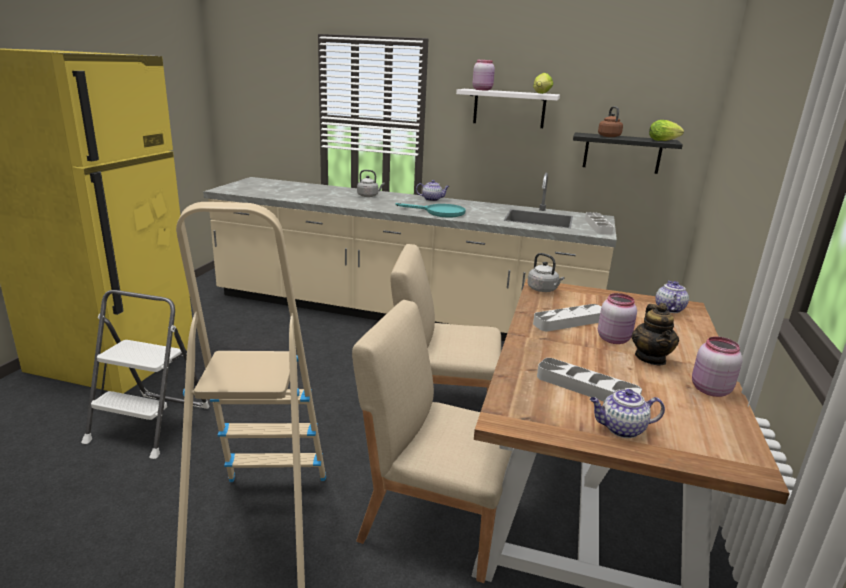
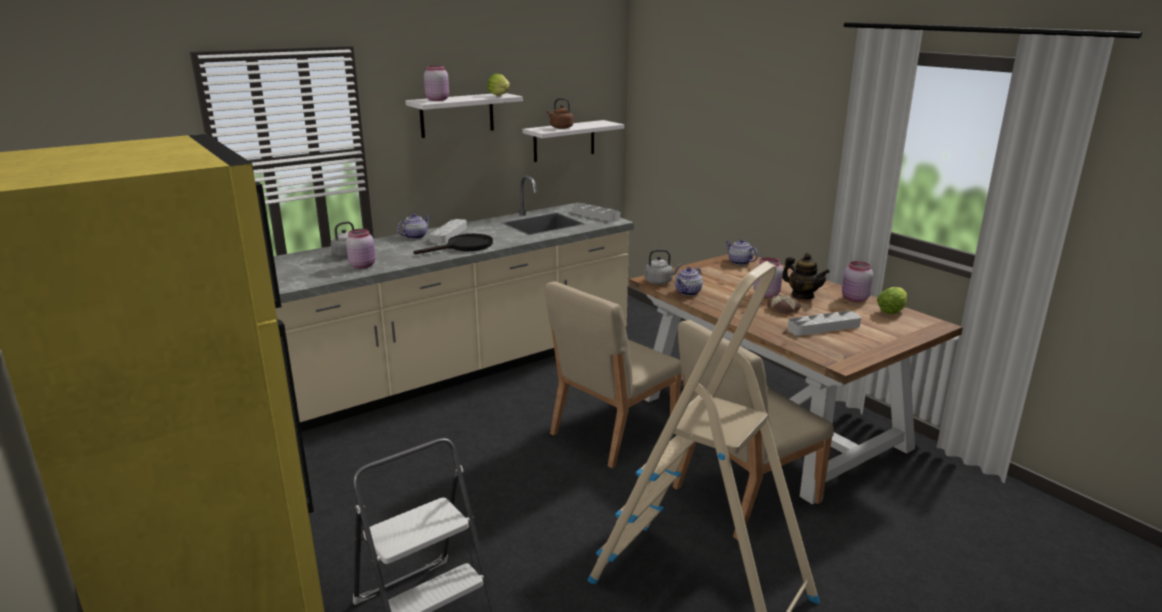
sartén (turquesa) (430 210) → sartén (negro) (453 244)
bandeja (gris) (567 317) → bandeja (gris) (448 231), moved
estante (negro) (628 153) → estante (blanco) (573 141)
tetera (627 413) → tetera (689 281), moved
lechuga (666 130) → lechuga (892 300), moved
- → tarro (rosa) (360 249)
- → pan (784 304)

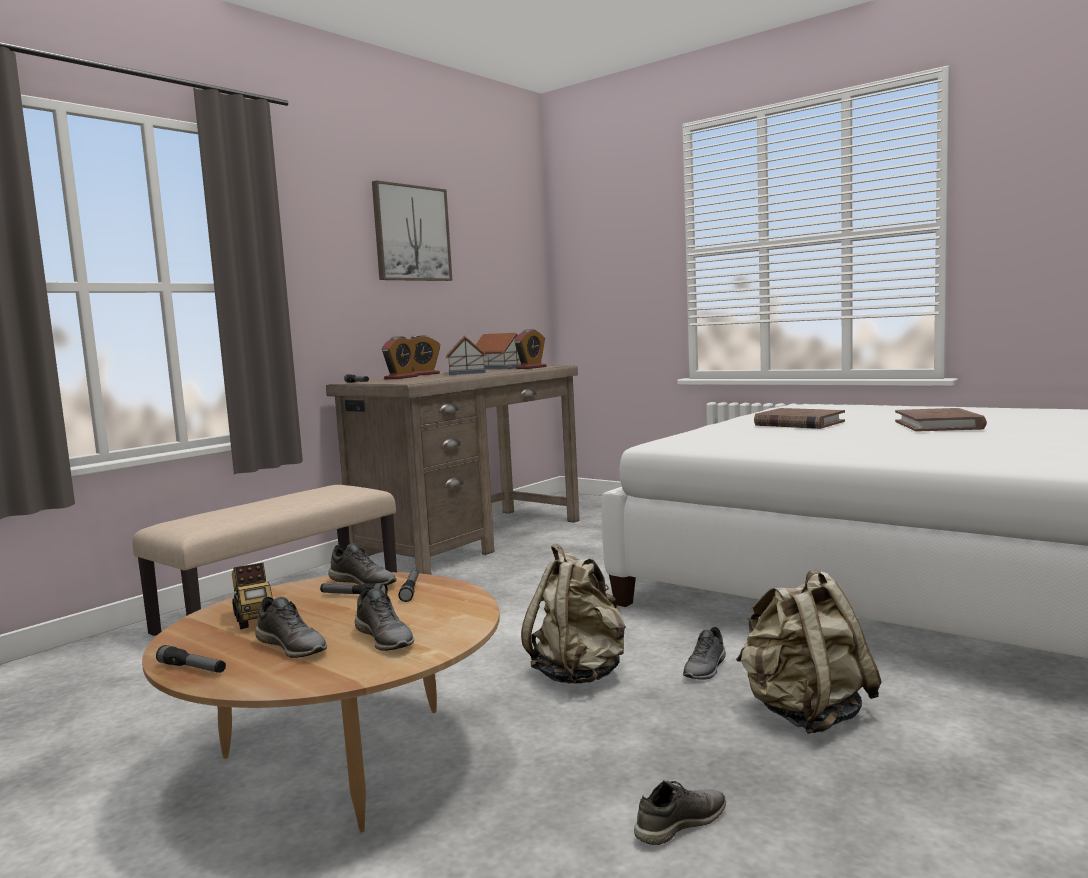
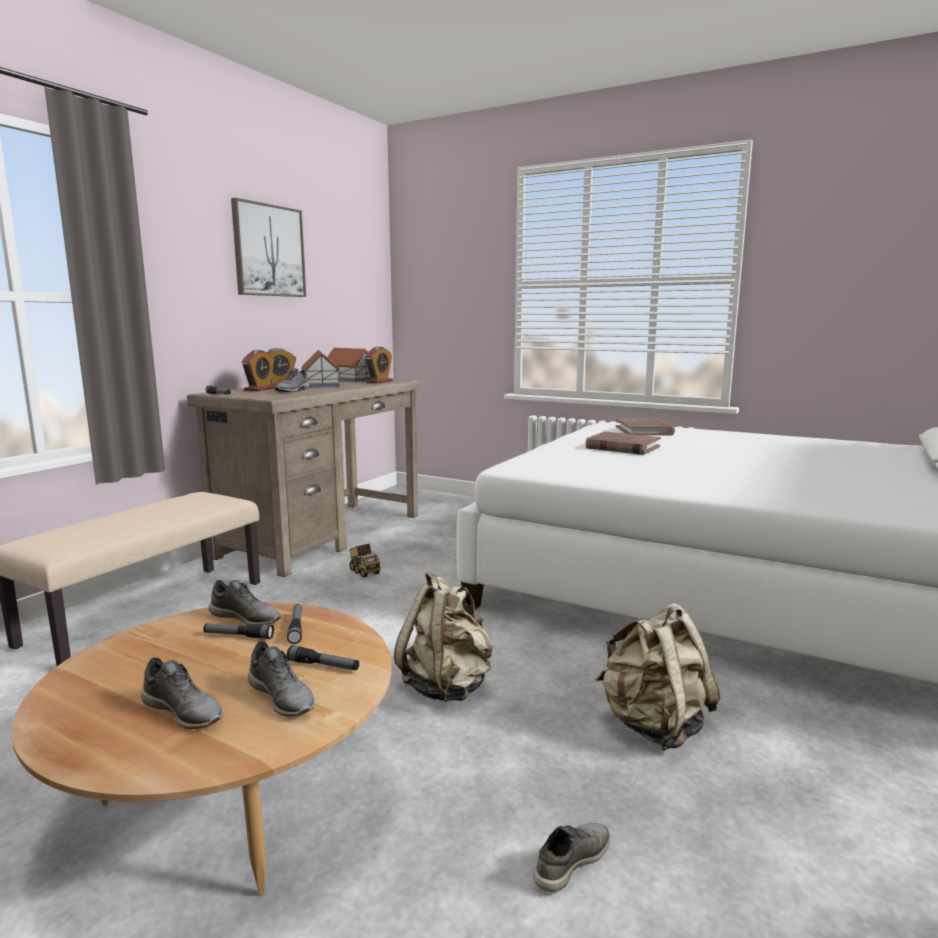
linterna (191 659) → linterna (323 657), moved
camión de juguete (252 596) → camión de juguete (364 560), moved
zapato (gris) (704 653) → zapato (gris) (292 380), moved
libro (marrón) (941 419) → libro (marrón) (645 427), moved

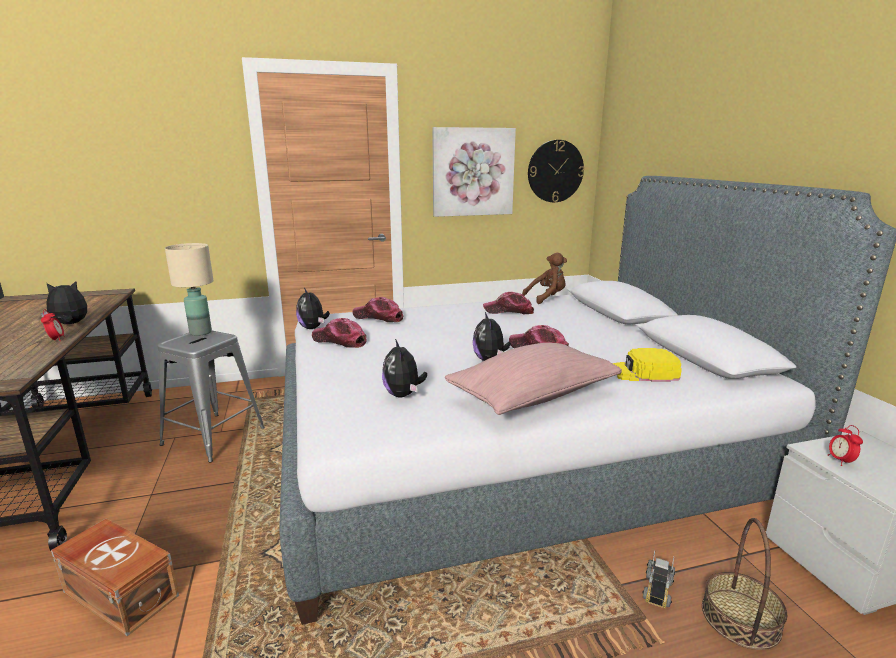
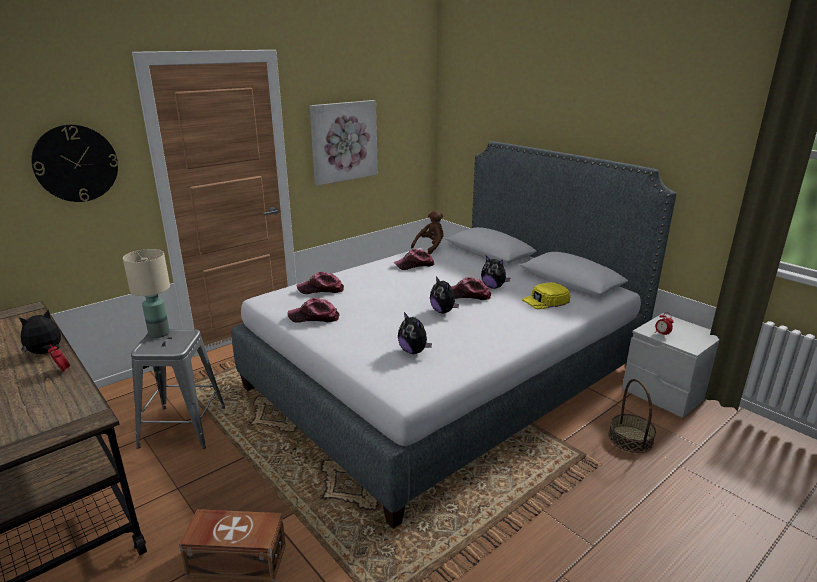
peluche (313 308) → peluche (495 272), moved
cojín (rosa) (533 379) → -
reloj de pared (556 171) → reloj de pared (74 163), moved
camión de juguete (659 579) → -

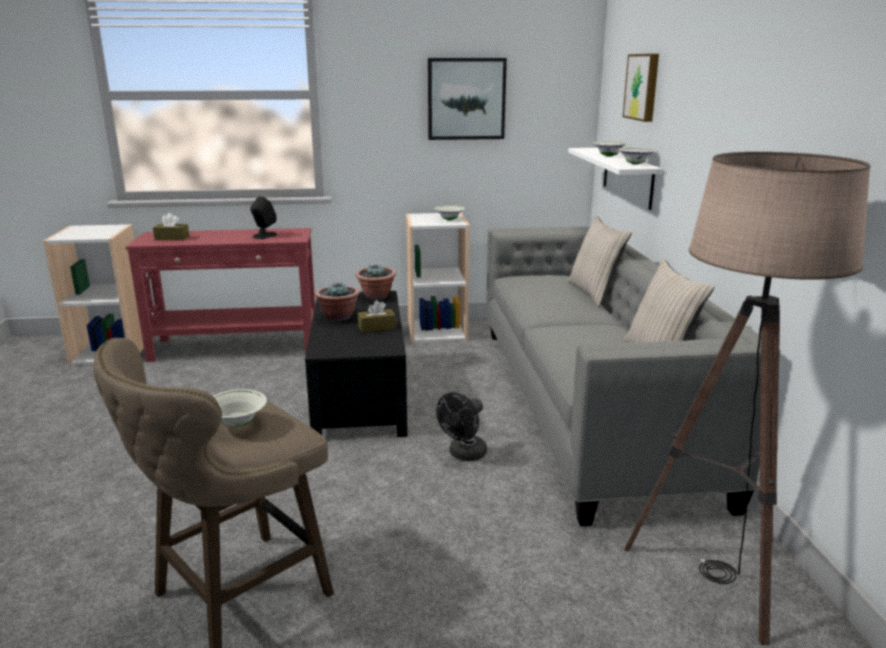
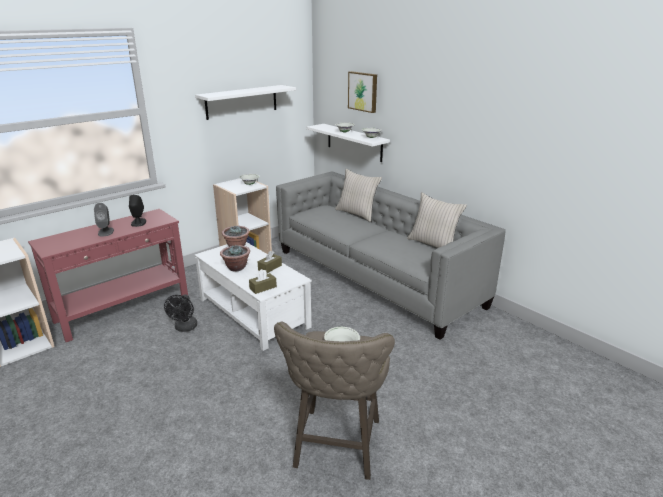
caja de pañuelos (marrón) (171 226) → caja de pañuelos (marrón) (263 281), moved
mesa de centro (negro) (356 364) → mesa de centro (blanco) (253 296)
cuadro (467 99) → estante (blanco) (245 102)
ventilador (negro) (461 426) → ventilador (negro) (180 313), moved
lámpara de pie (747 398) → -
- → altavoz (gris) (104 219)

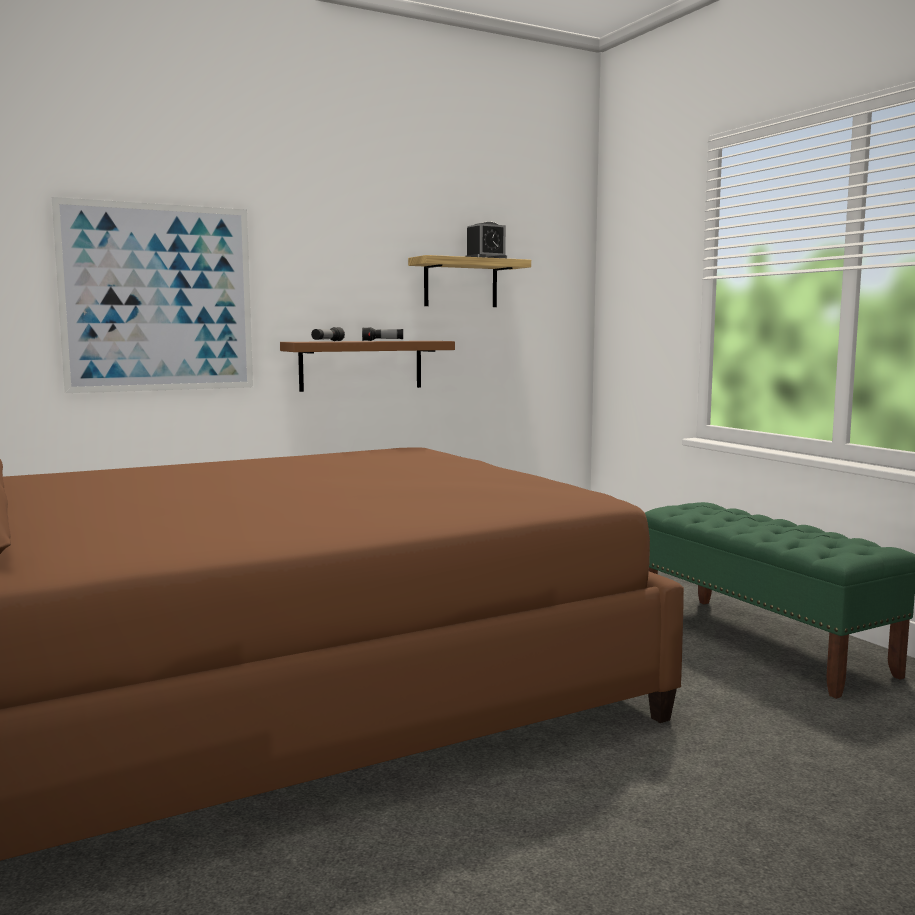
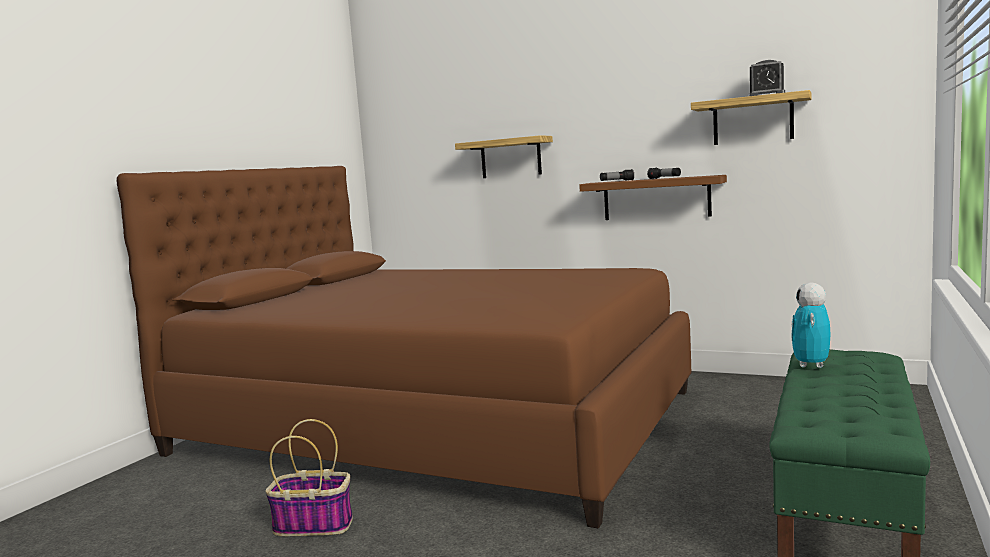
cuadro (152 295) → estante (504 156)
- → cesta (309 477)
- → robot de juguete (810 325)

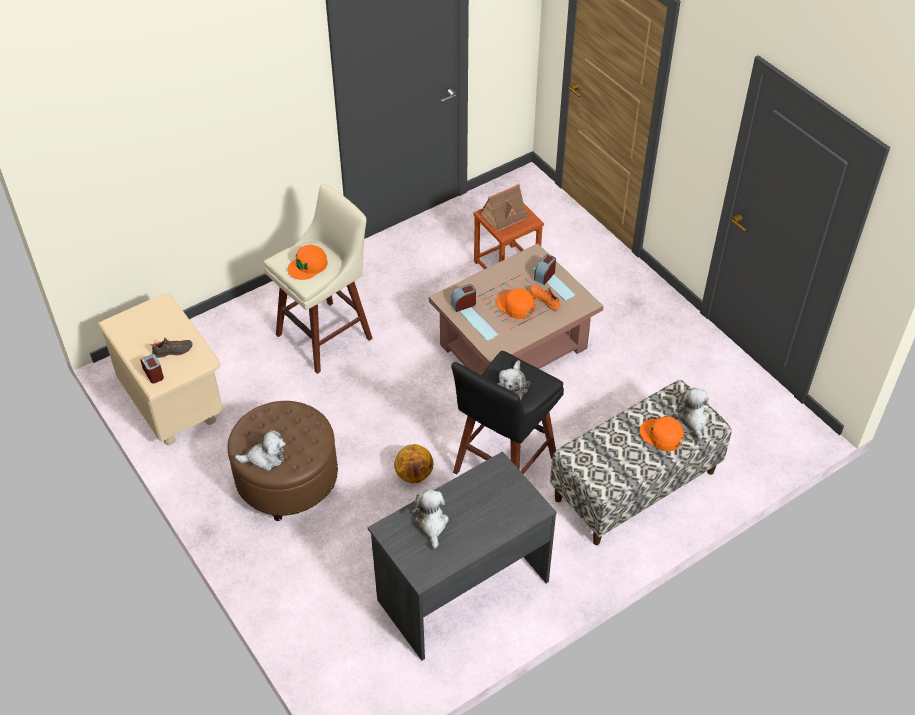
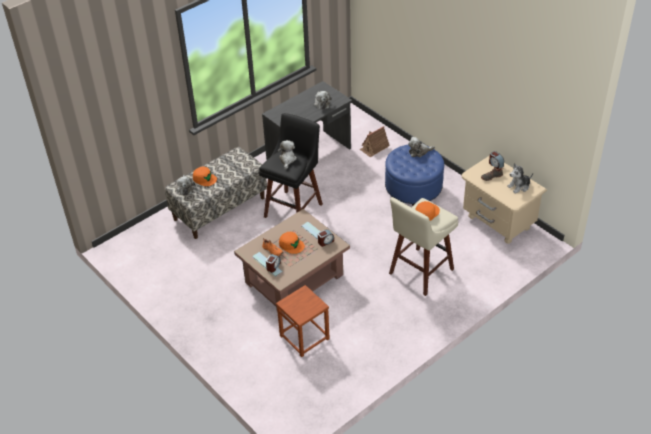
puf (marrón) (283 461) → puf (azul) (414 175)
balón de baloncesto (413 464) → -
casita (505 208) → casita (375 141), moved
- → peluche (520 178)

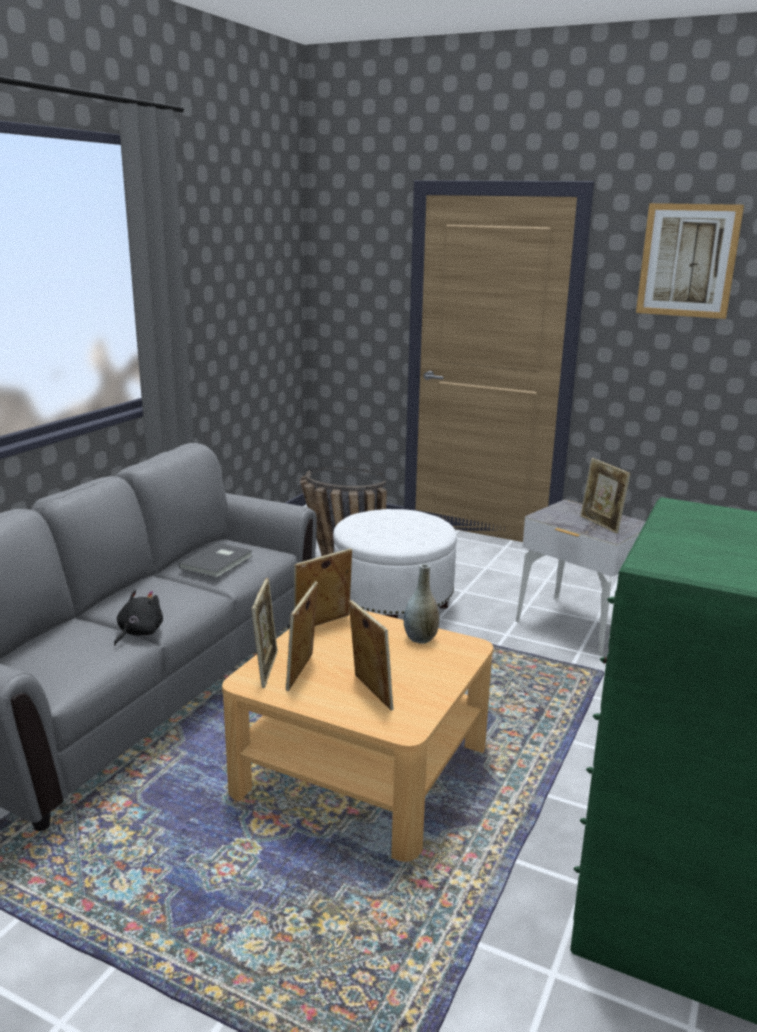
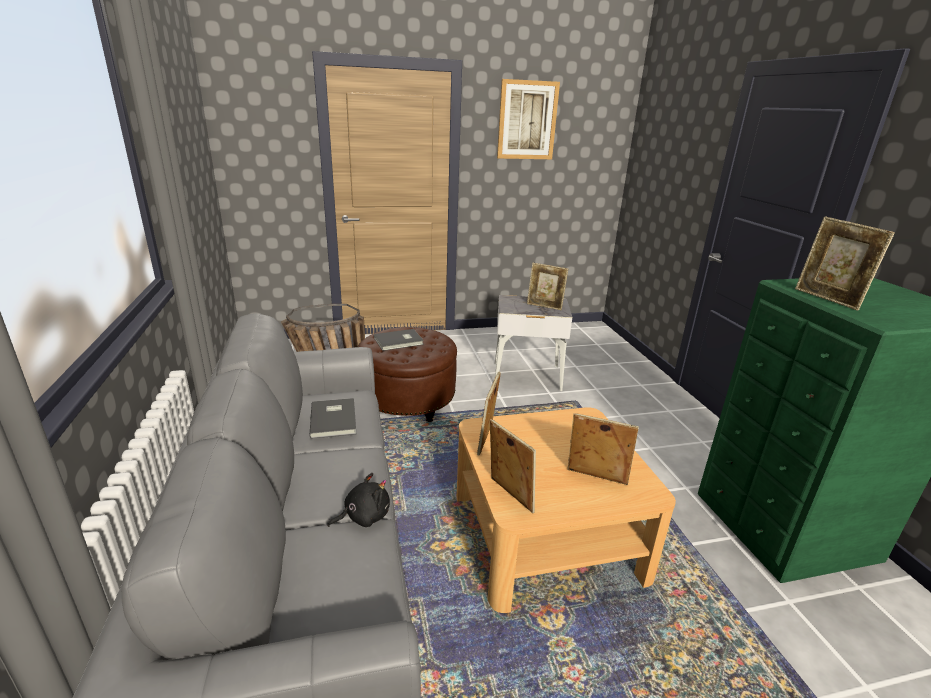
peluche (negro) (138 618) → peluche (negro) (358 500), 75 degrees clockwise
portarretratos (301 636) → portarretratos (845 264), moved
puf (blanco) (395 563) → puf (marrón) (407 374)
florero (gris) (421 604) → -
- → libro (gris) (399 340)

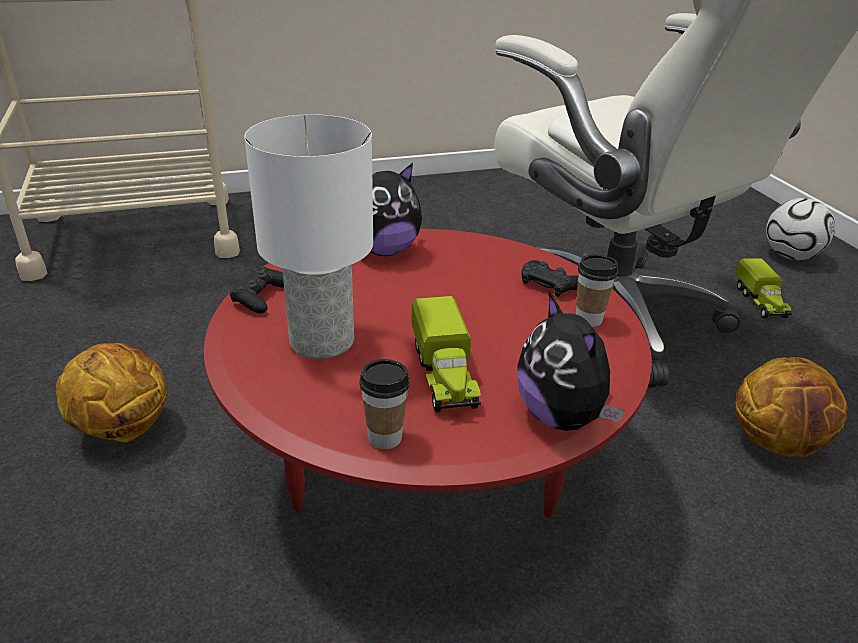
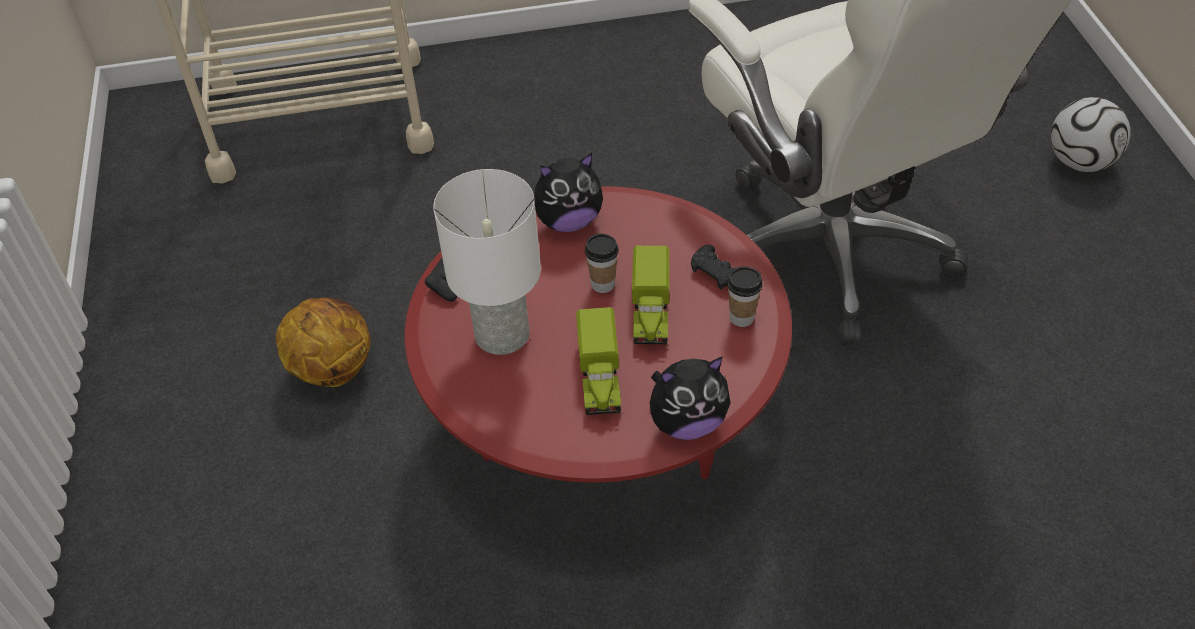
taza (385 404) → taza (602 263), moved
peluche (571 361) → peluche (690 398), 90 degrees counterclockwise
camión de juguete (763 288) → camión de juguete (650 295), moved
balón de baloncesto (791 407) → -

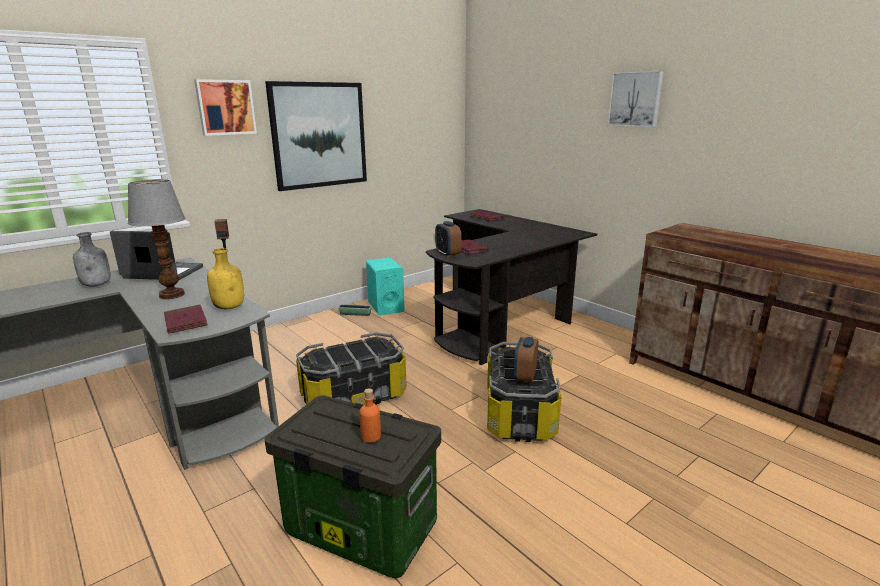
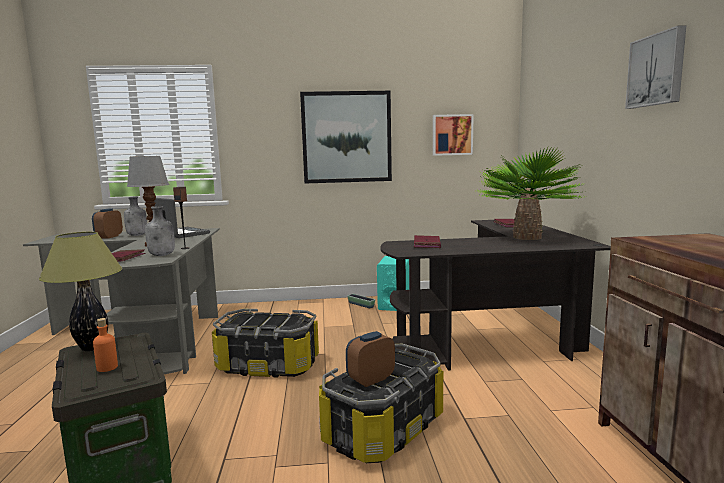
cuadro (225 107) → cuadro (453 135), moved
botella (amarillo) (225 278) → botella (gris) (160 231)
despertador (448 239) → despertador (107 223), moved
- → lámpara de mesa (80 291)
- → planta en maceta (530 193)

